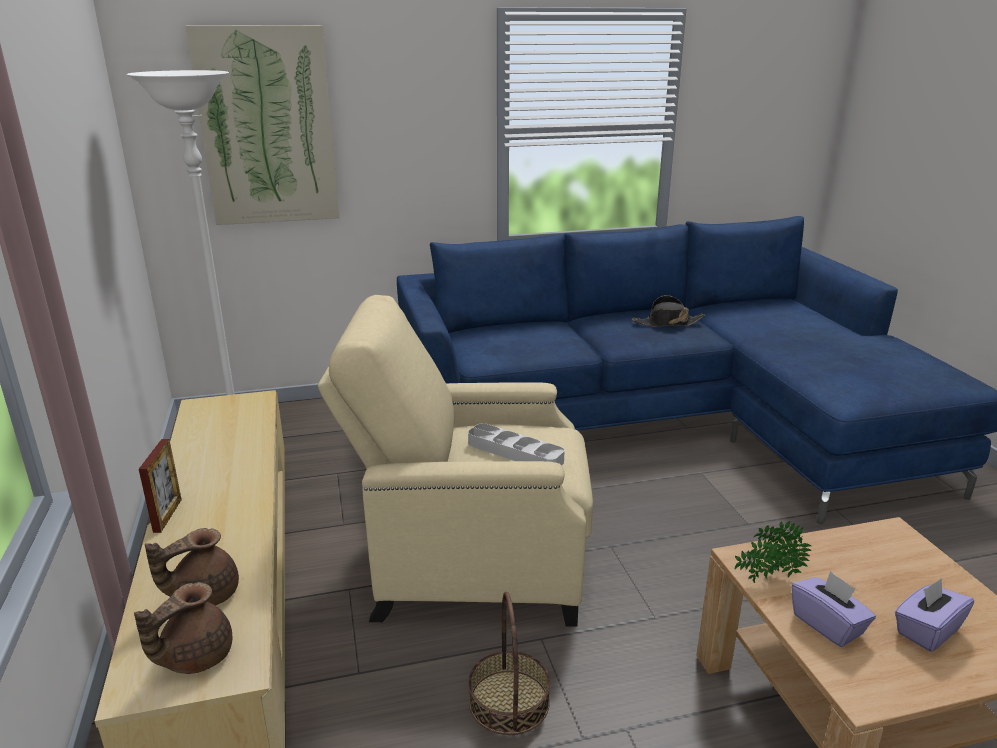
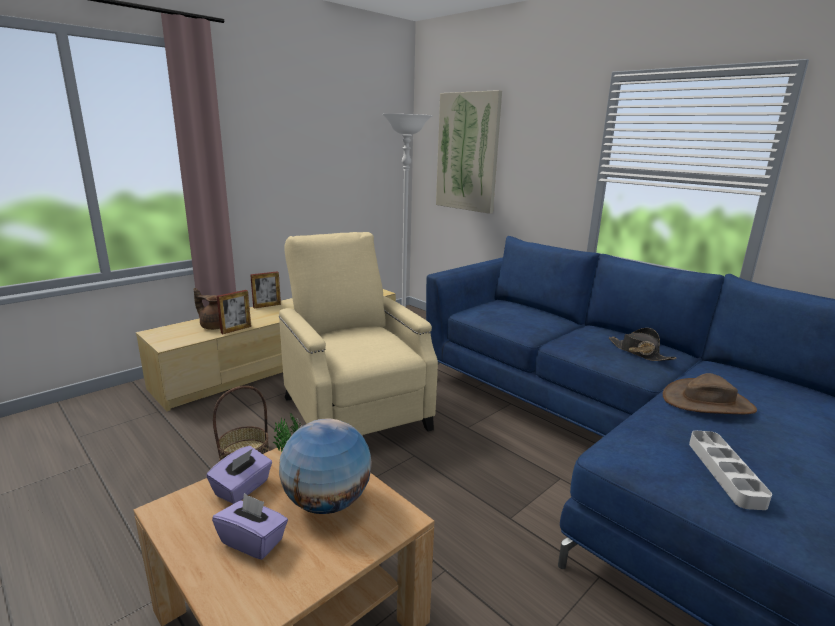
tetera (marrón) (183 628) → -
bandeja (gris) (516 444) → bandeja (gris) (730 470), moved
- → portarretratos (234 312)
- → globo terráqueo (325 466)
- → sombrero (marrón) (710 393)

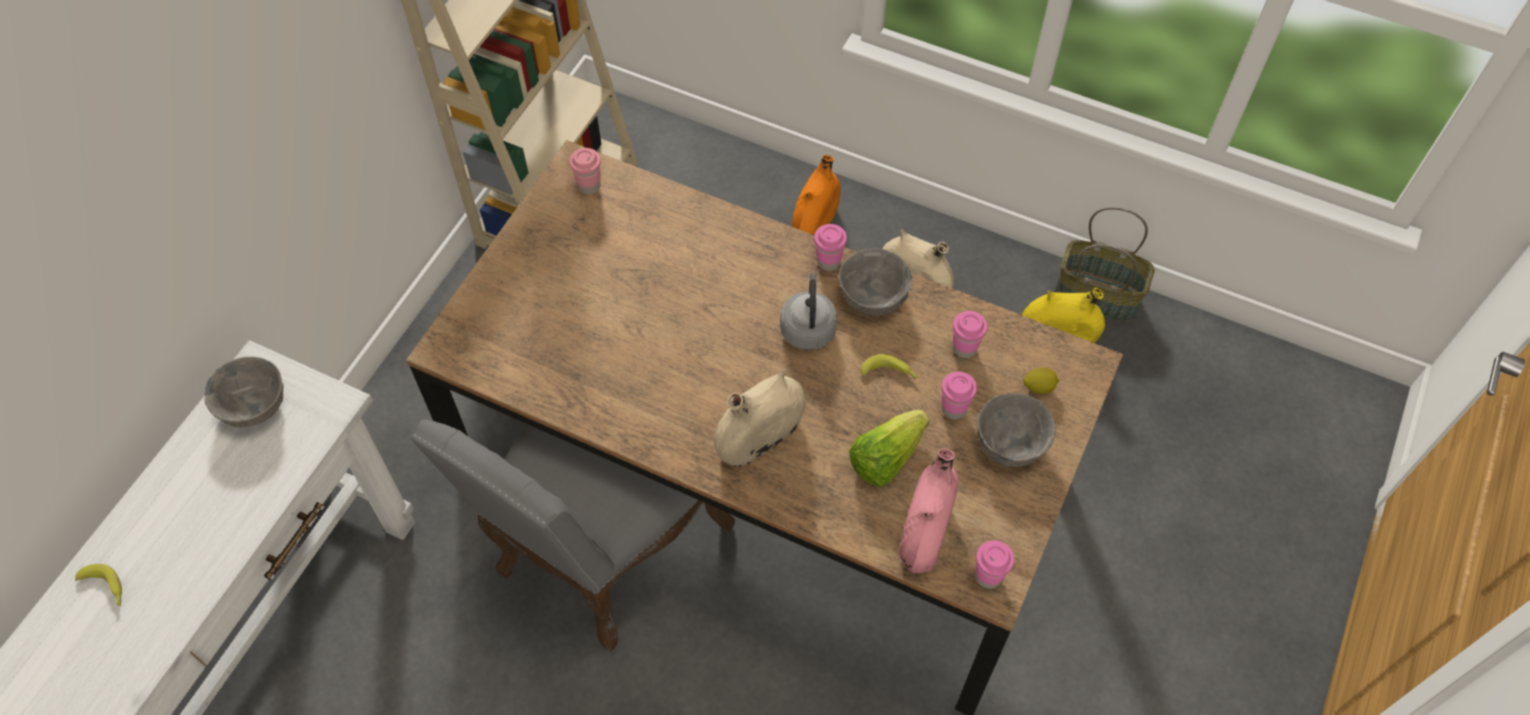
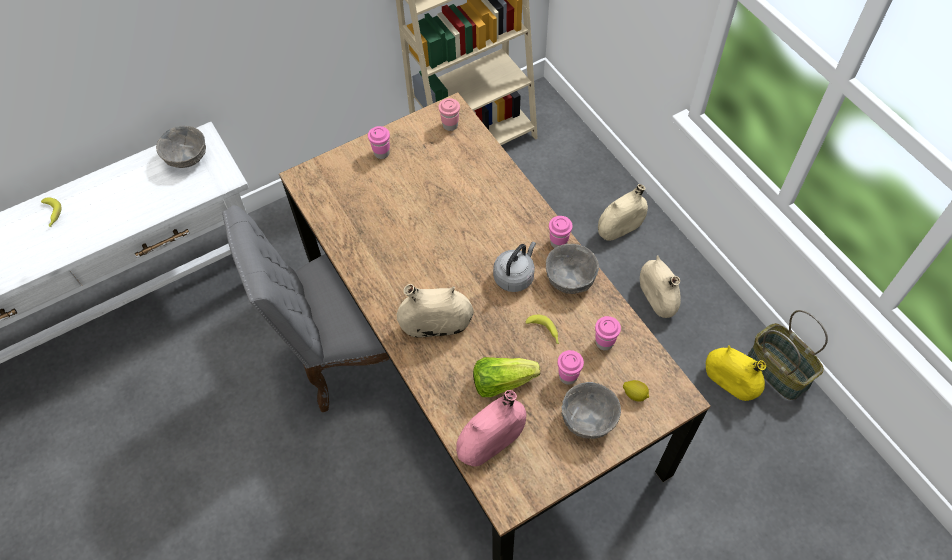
florero (naranja) (816 195) → florero (beis) (623 212)
taza (rosa) (994 564) → taza (rosa) (379 142), moved

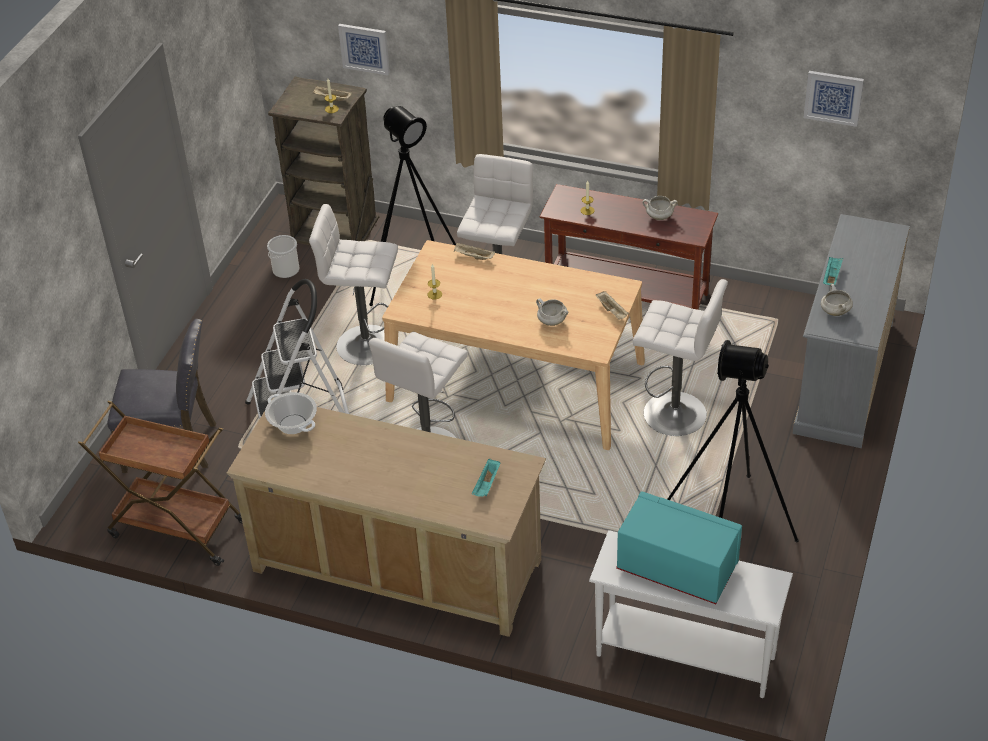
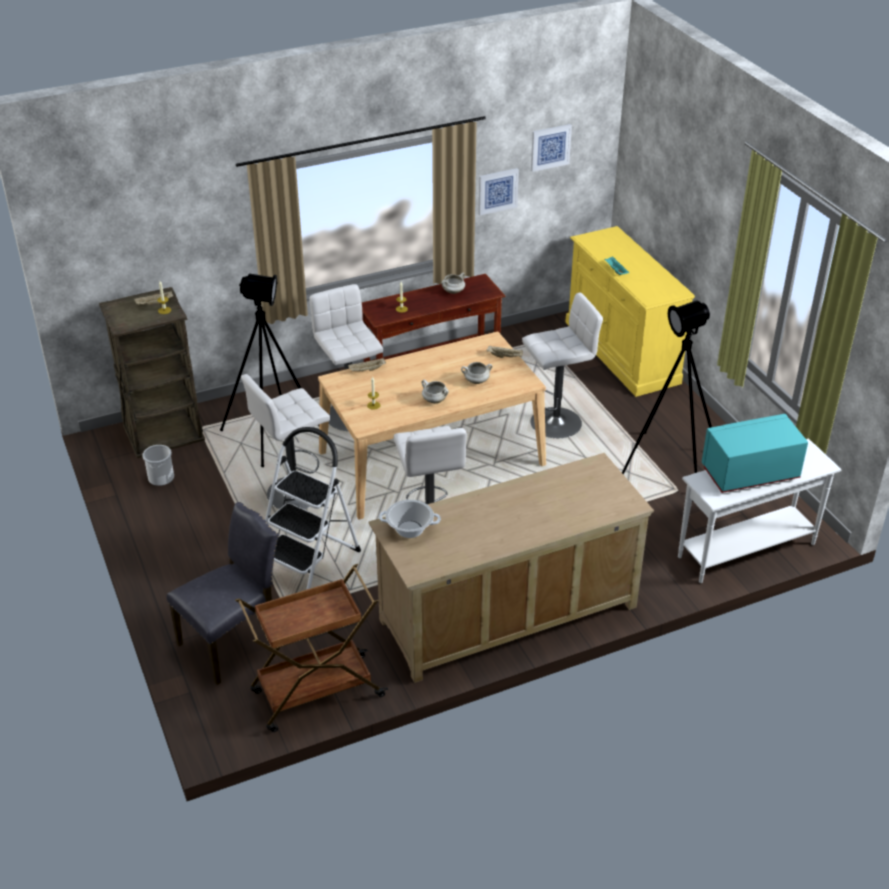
cuadro (364 49) → cuadro (499 191), moved
bandeja (turquesa) (486 478) → -
armario (gris) (851 331) → armario (amarillo) (630 311)
olla (blanco) (837 300) → olla (blanco) (435 391), moved

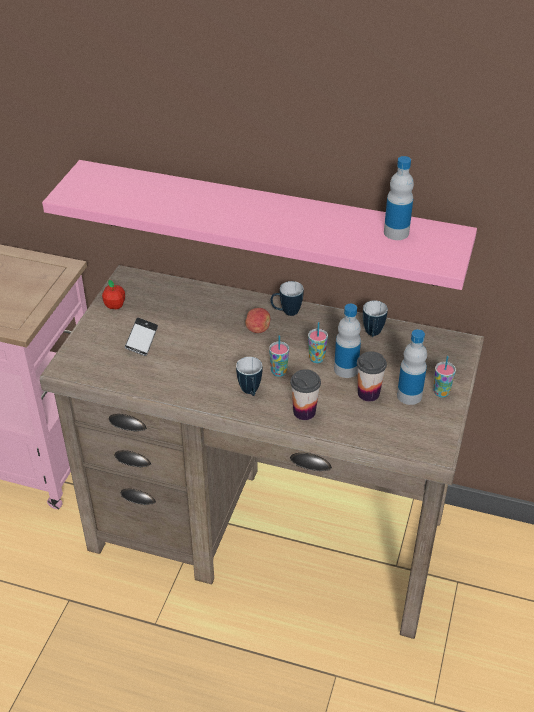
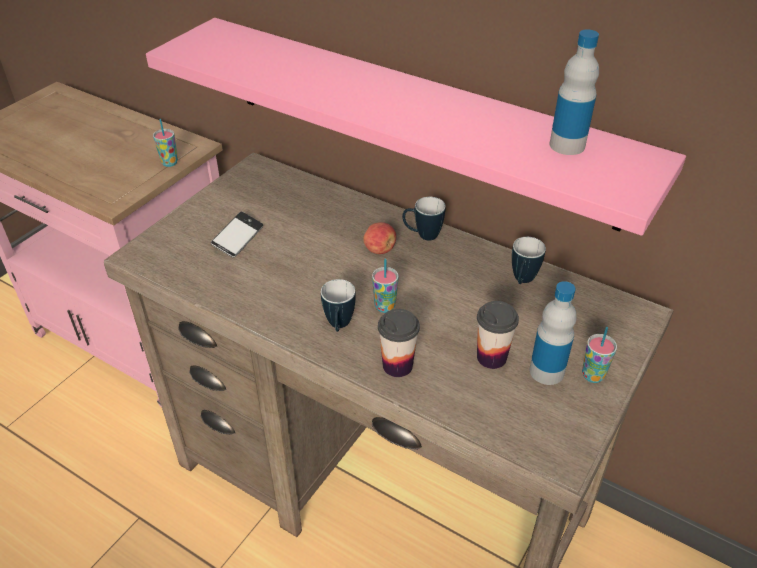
manzana (113 294) → -
taza (318 342) → taza (165 143), moved
botella (347 341) → -

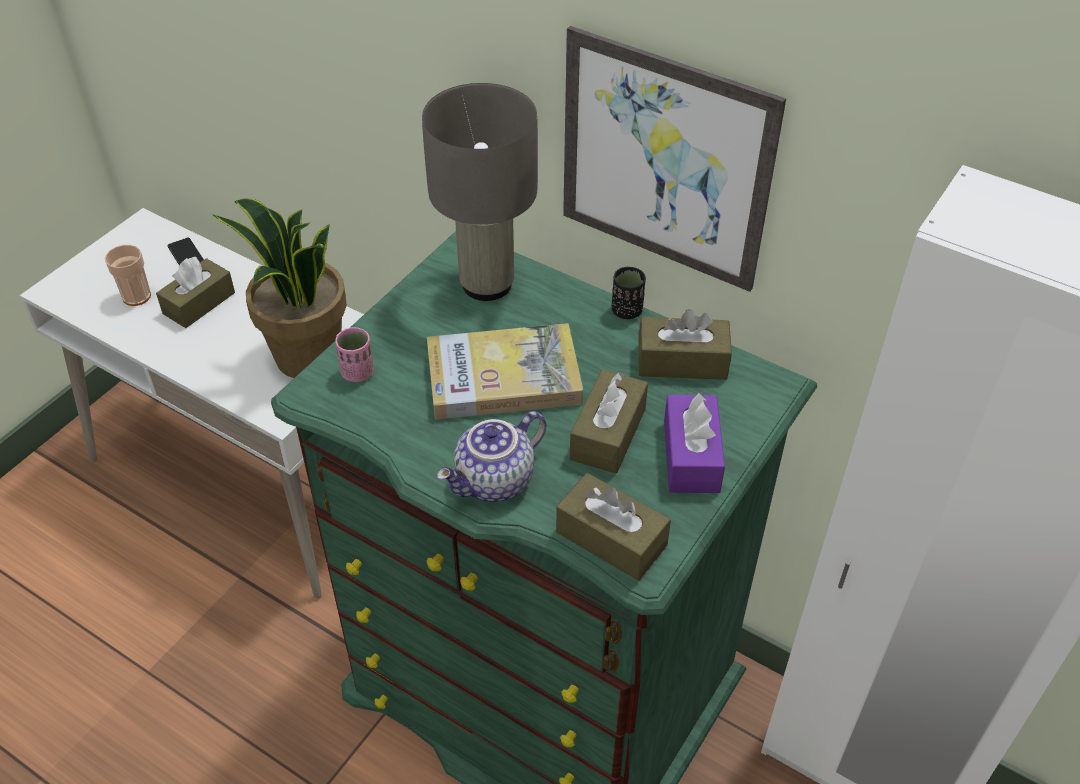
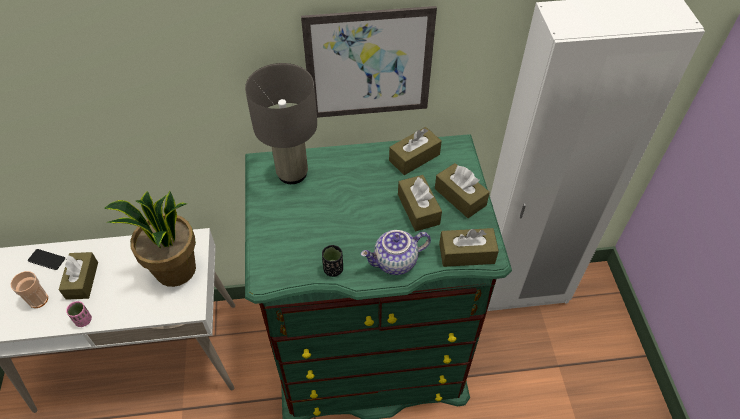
taza (rosa) (354 354) → taza (rosa) (79 314), moved
libro (505 371) → -
tetera (491 456) → tetera (395 252), 60 degrees clockwise
taza (negro) (629 293) → taza (negro) (332 261), moved
caja de pañuelos (morado) (694 443) → caja de pañuelos (marrón) (462 190)

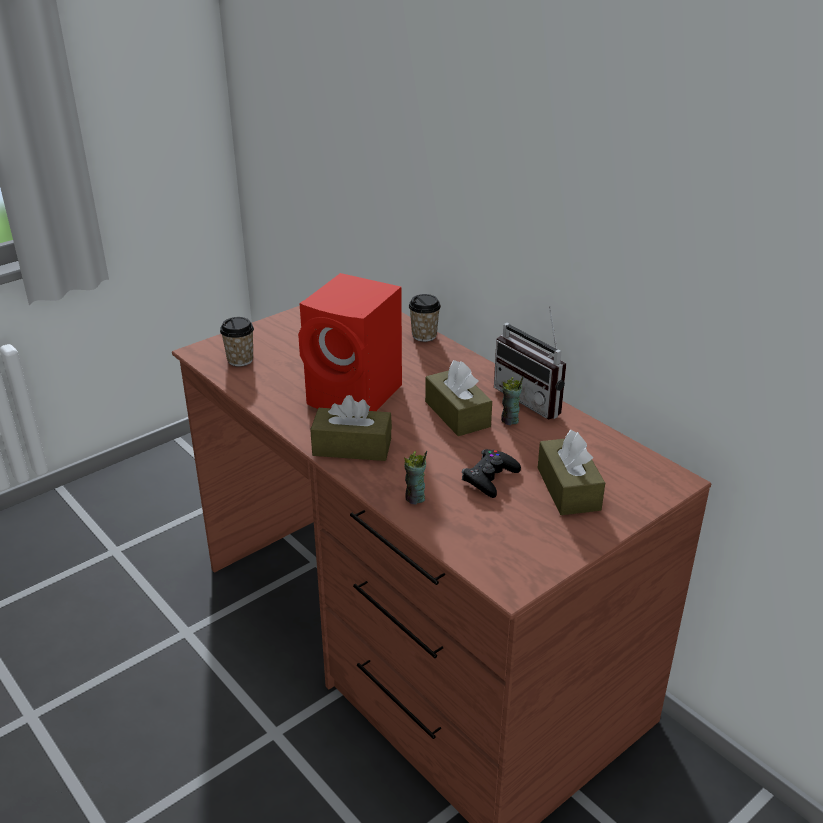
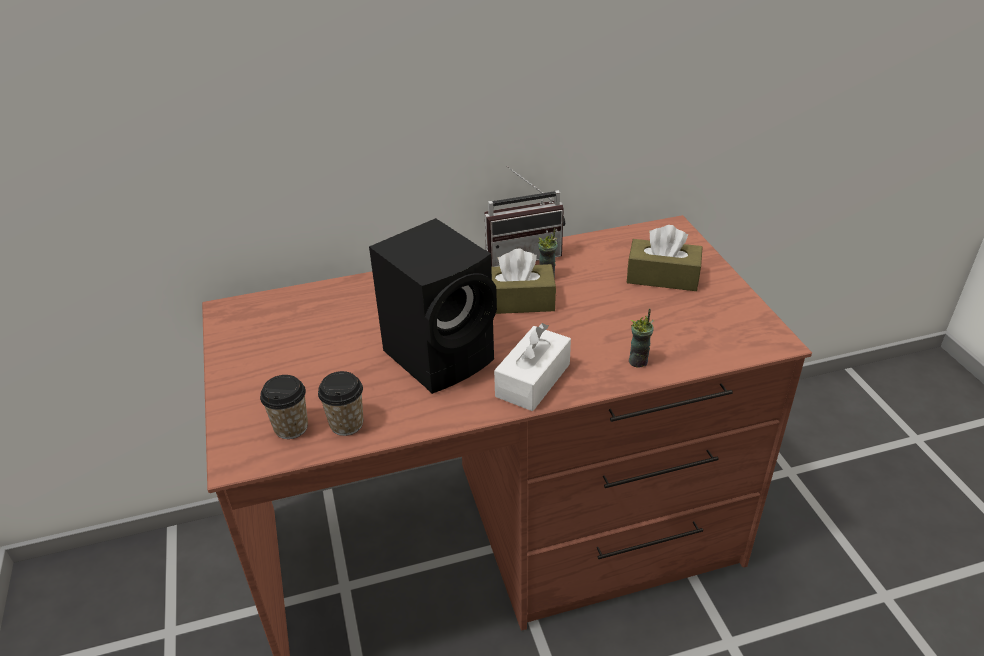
altavoz (rojo) (350 342) → altavoz (negro) (433 306)
caja de pañuelos (marrón) (351 428) → caja de pañuelos (blanco) (532 367)
taza (425 318) → taza (340 403), moved
mando de consola (negro) (491 473) → -

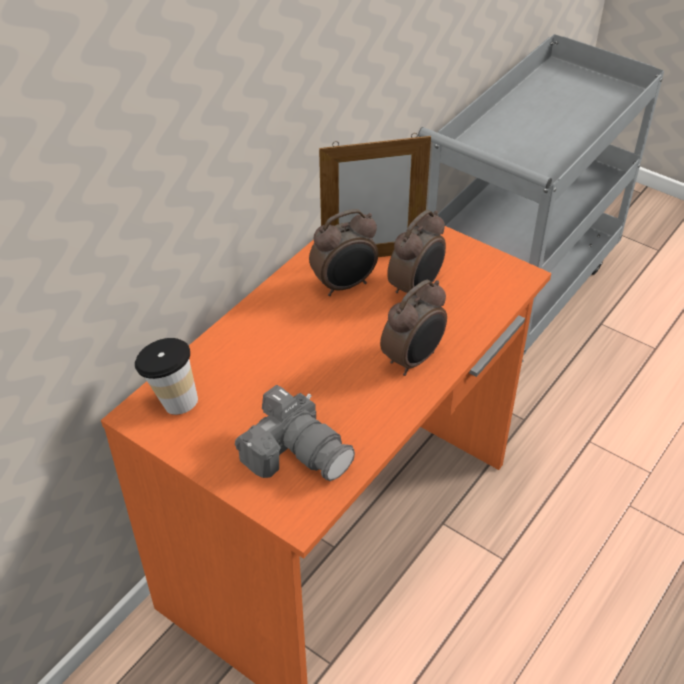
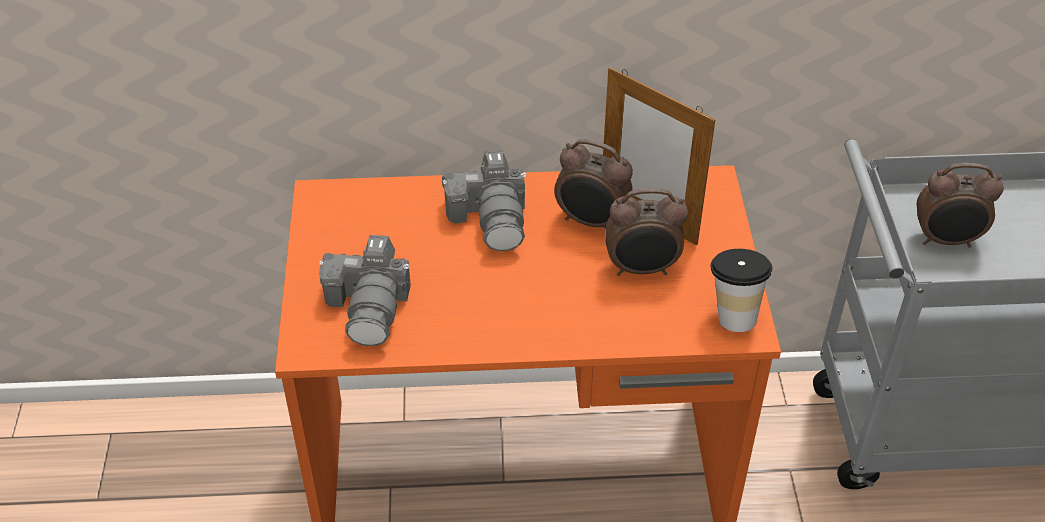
taza (166 376) → taza (741 290), moved
despertador (413 328) → despertador (960 205), moved
- → cámara (484 200)

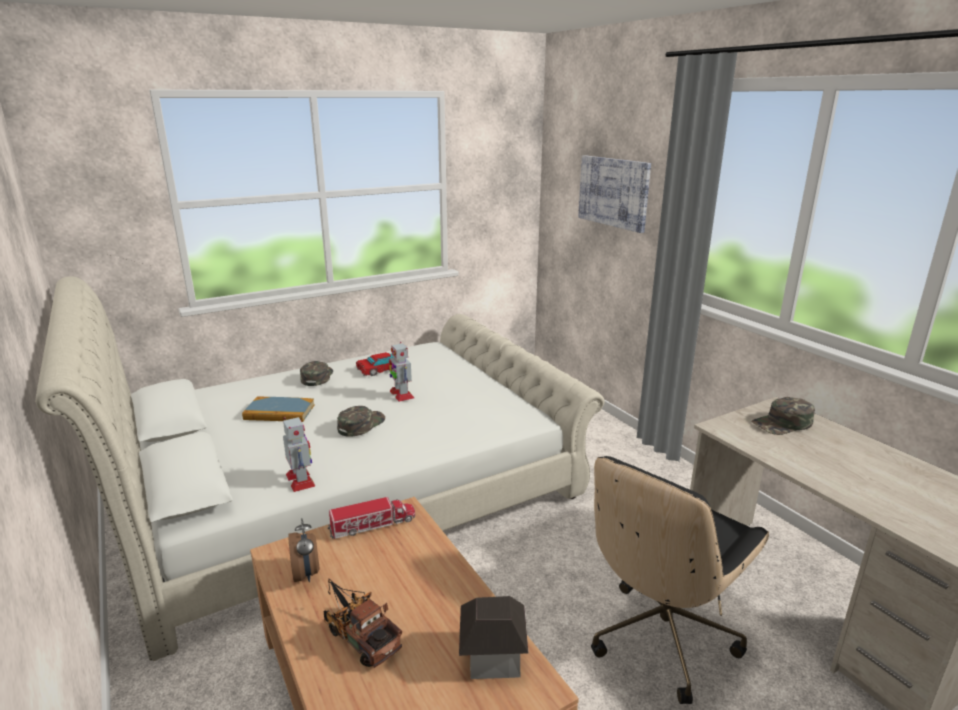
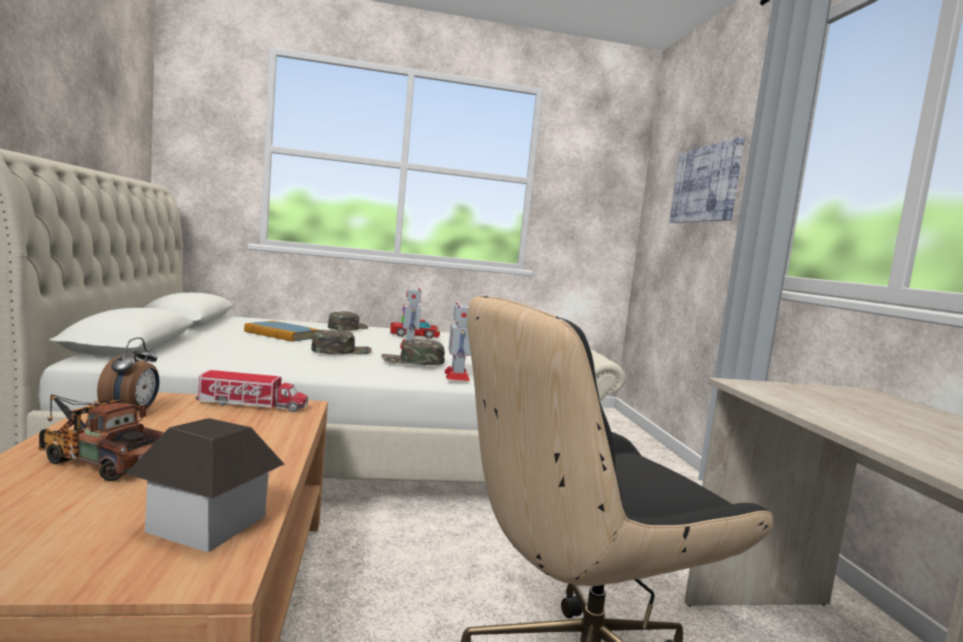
robot de juguete (299 454) → robot de juguete (458 342), moved
camión de juguete (363 623) → camión de juguete (101 437), 45 degrees counterclockwise
gorra (verde) (783 416) → gorra (verde) (413 352), moved

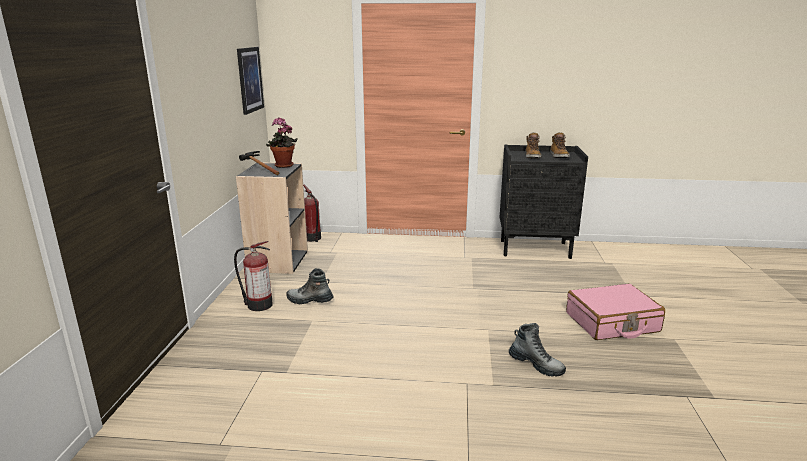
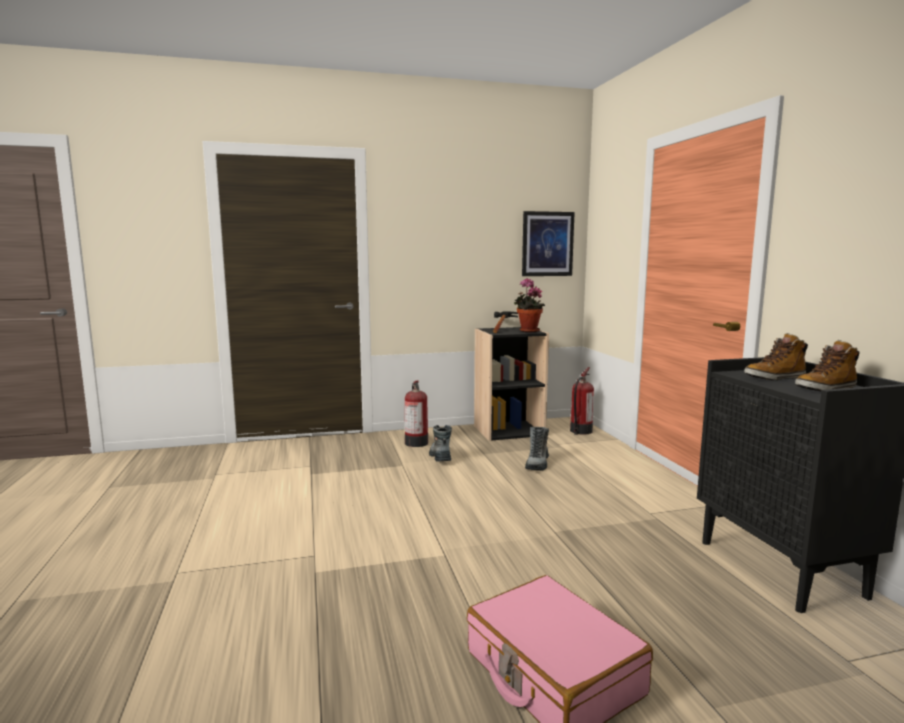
bota (537 350) → bota (537 449), moved

